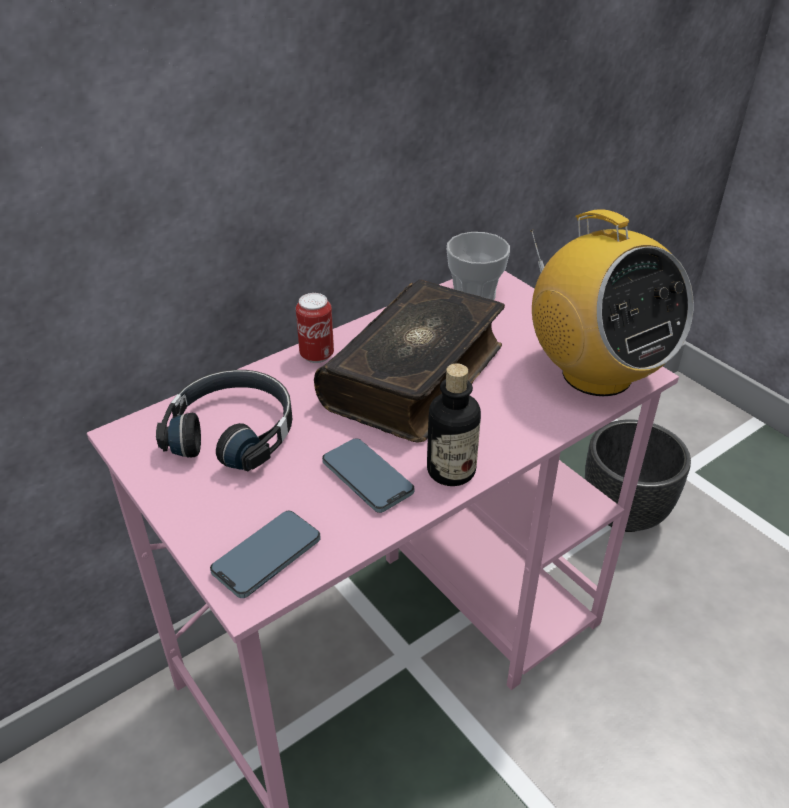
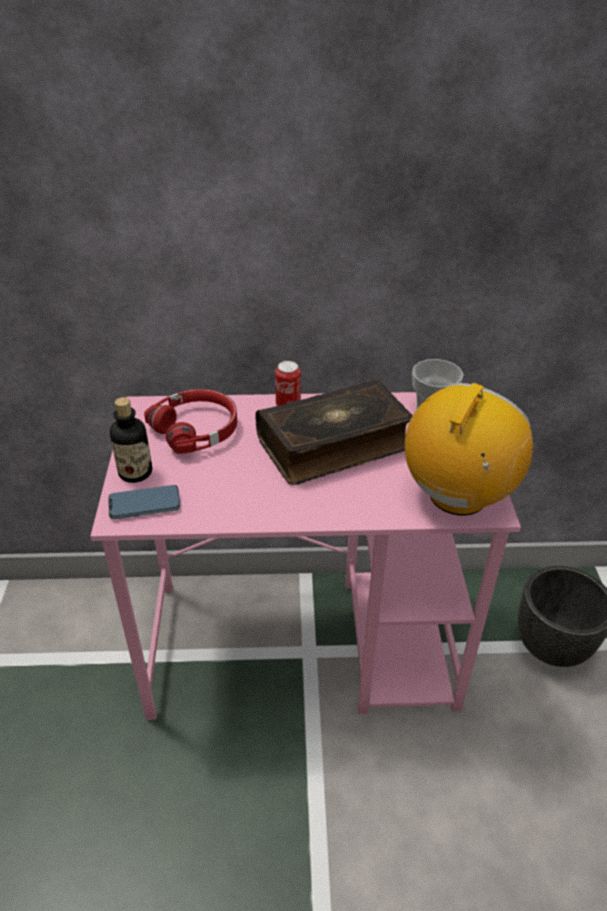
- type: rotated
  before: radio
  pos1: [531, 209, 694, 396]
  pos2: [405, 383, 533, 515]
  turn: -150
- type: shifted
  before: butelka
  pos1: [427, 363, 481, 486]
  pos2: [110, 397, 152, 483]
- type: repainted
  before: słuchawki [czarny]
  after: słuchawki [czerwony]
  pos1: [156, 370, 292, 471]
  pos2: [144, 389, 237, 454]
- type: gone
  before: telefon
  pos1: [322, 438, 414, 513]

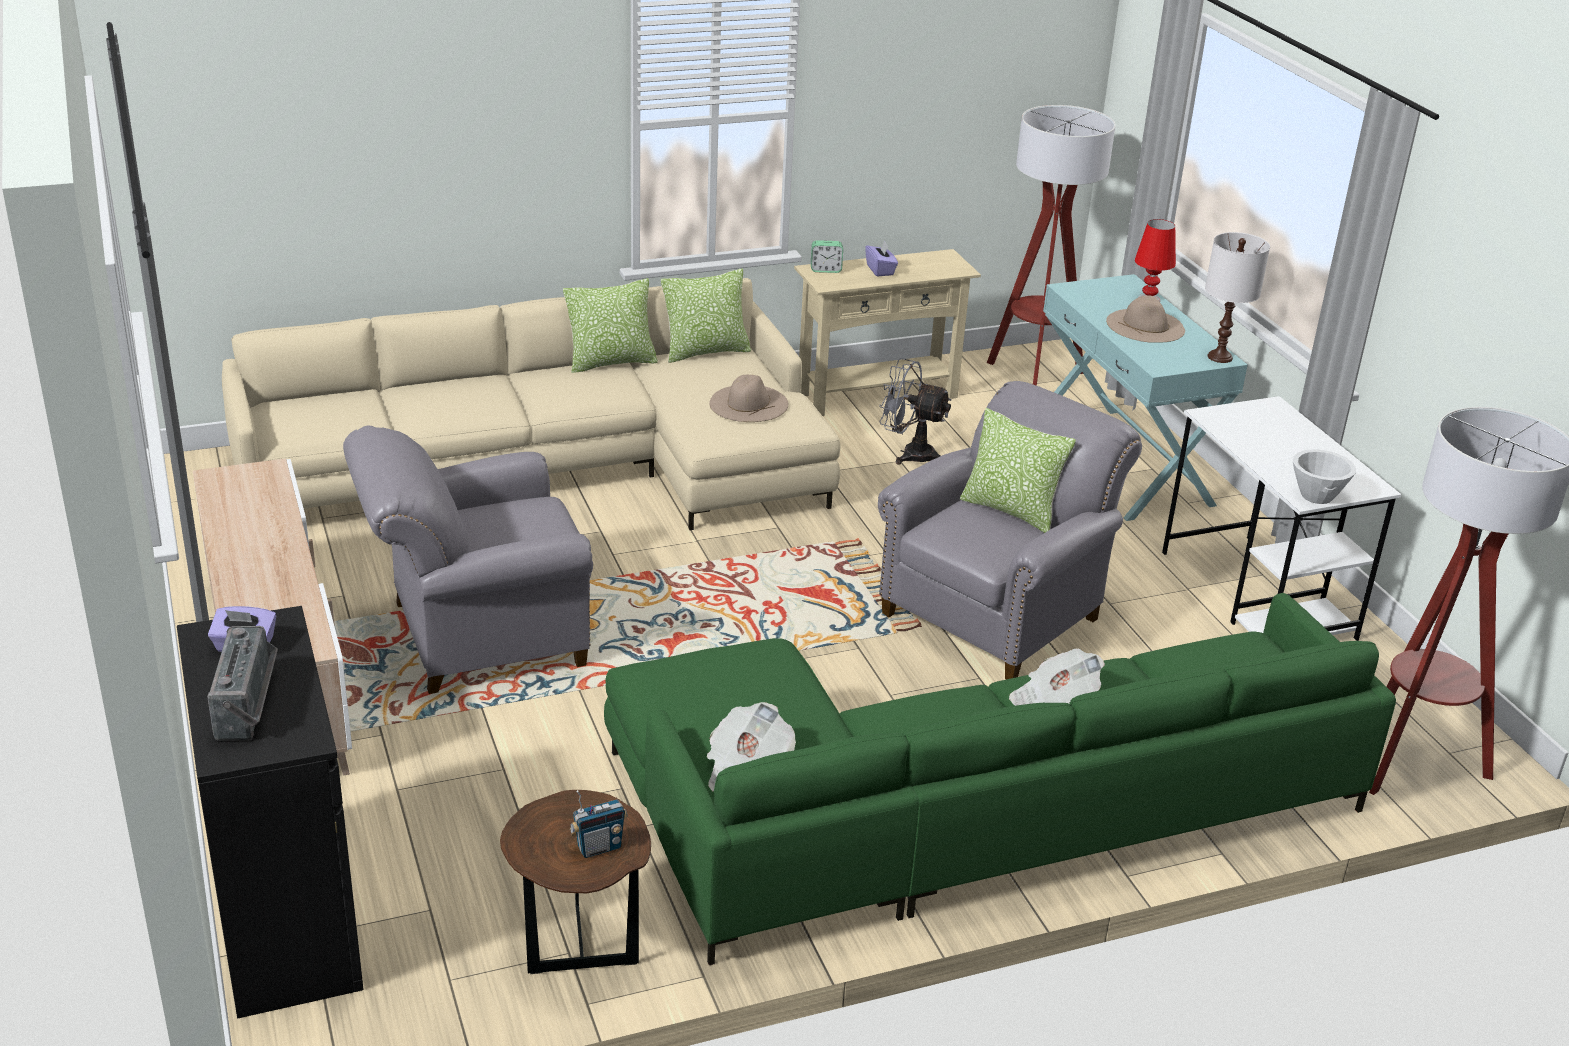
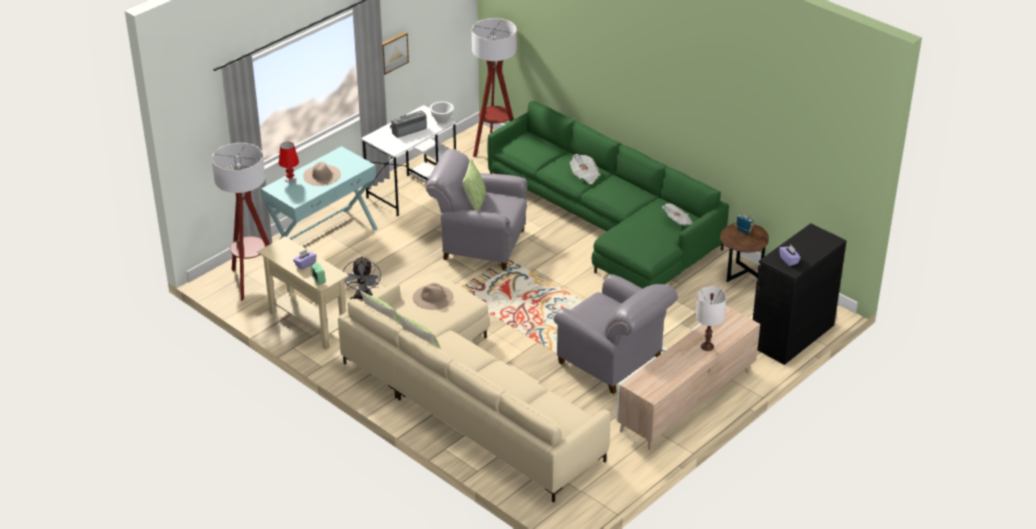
- type: shifted
  before: lampa stołowa [biały]
  pos1: [1205, 232, 1270, 363]
  pos2: [696, 287, 727, 351]
- type: shifted
  before: radio
  pos1: [207, 626, 278, 741]
  pos2: [390, 110, 427, 138]
- type: new
  after: obraz
  pos2: [382, 32, 409, 75]

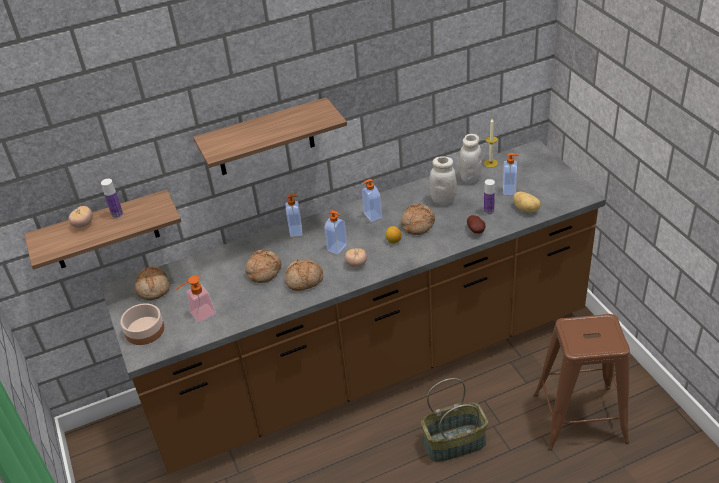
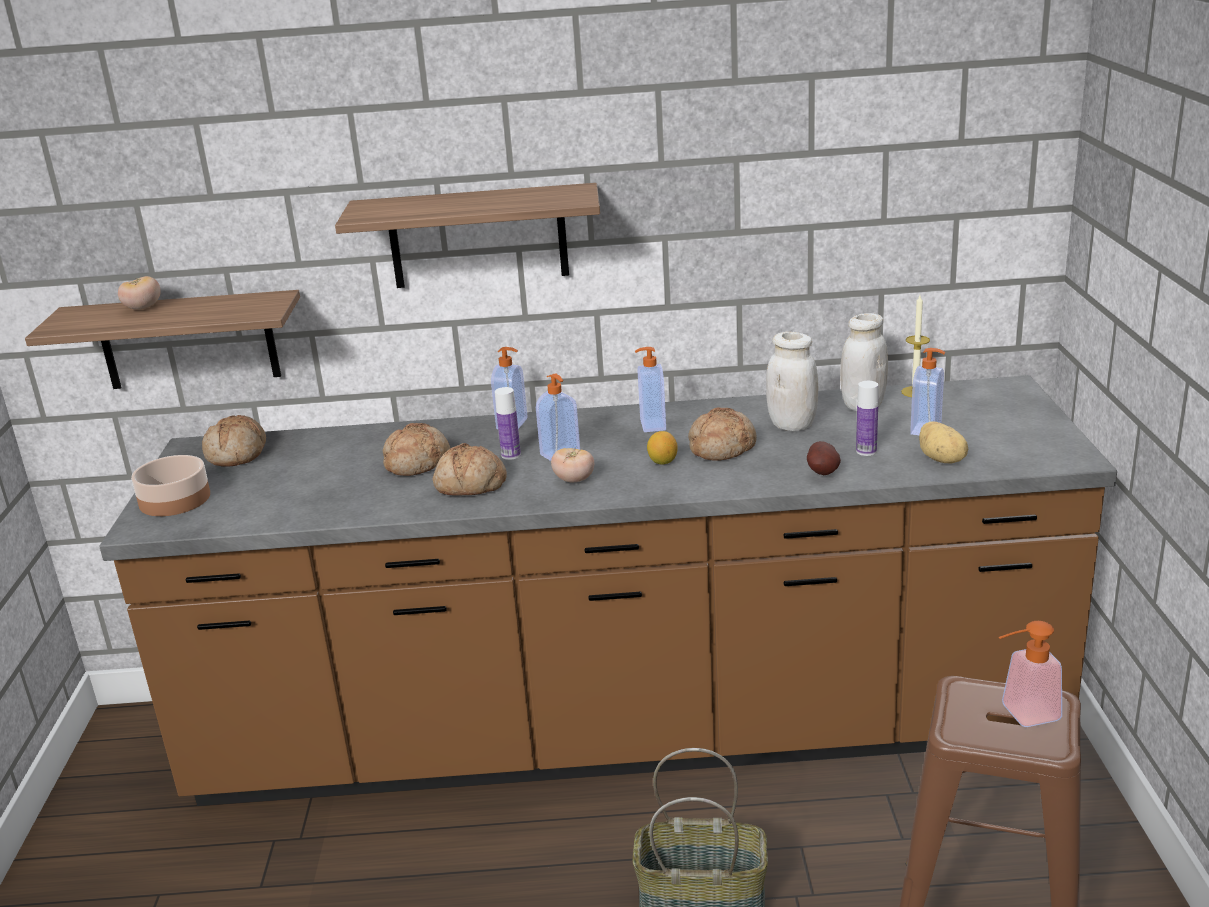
- type: shifted
  before: butelka
  pos1: [101, 179, 123, 218]
  pos2: [495, 387, 521, 460]
- type: shifted
  before: dozownik mydła
  pos1: [175, 275, 216, 322]
  pos2: [999, 621, 1062, 727]

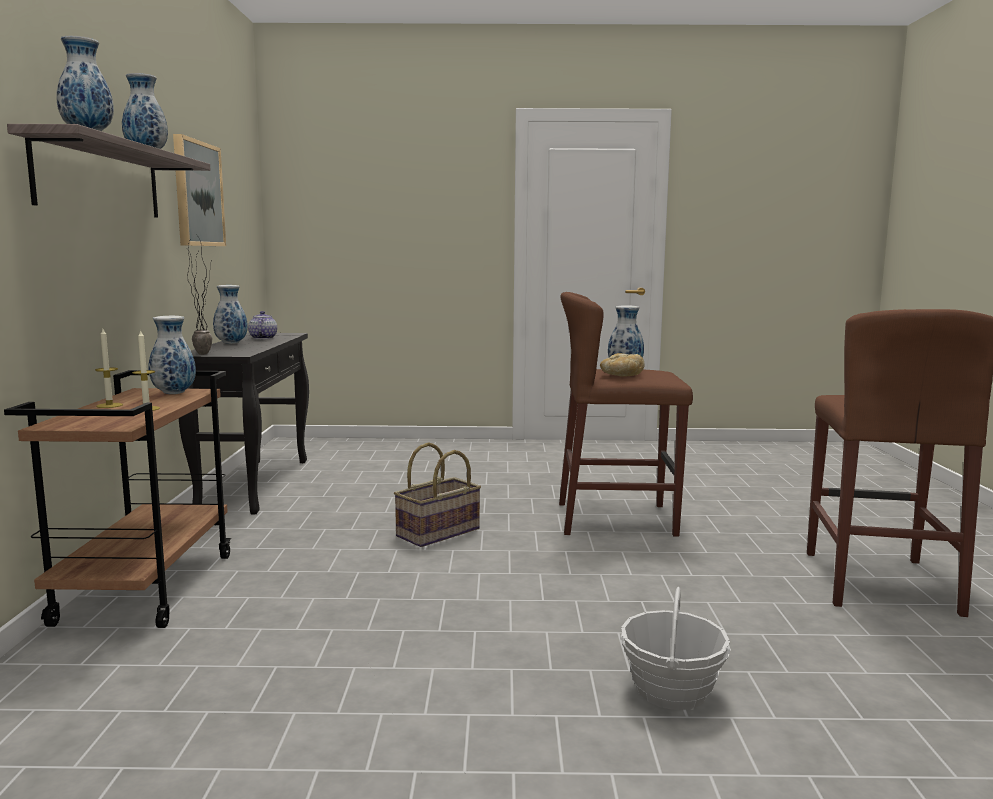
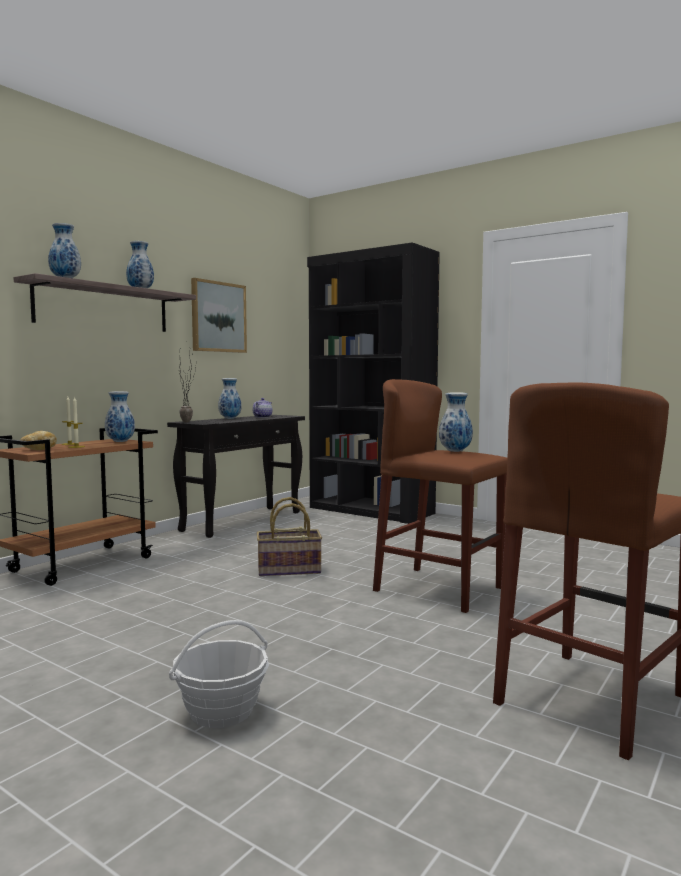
- type: shifted
  before: chleb
  pos1: [600, 353, 645, 377]
  pos2: [20, 431, 57, 450]
- type: new
  after: regał [czarny]
  pos2: [307, 242, 440, 524]

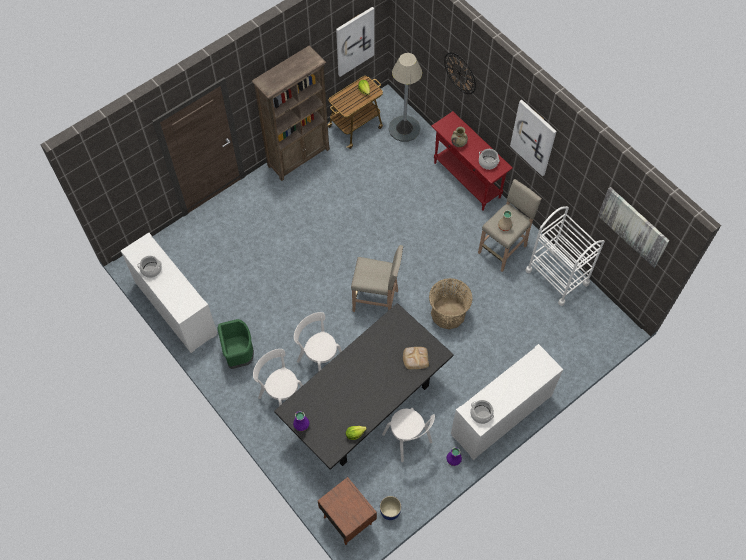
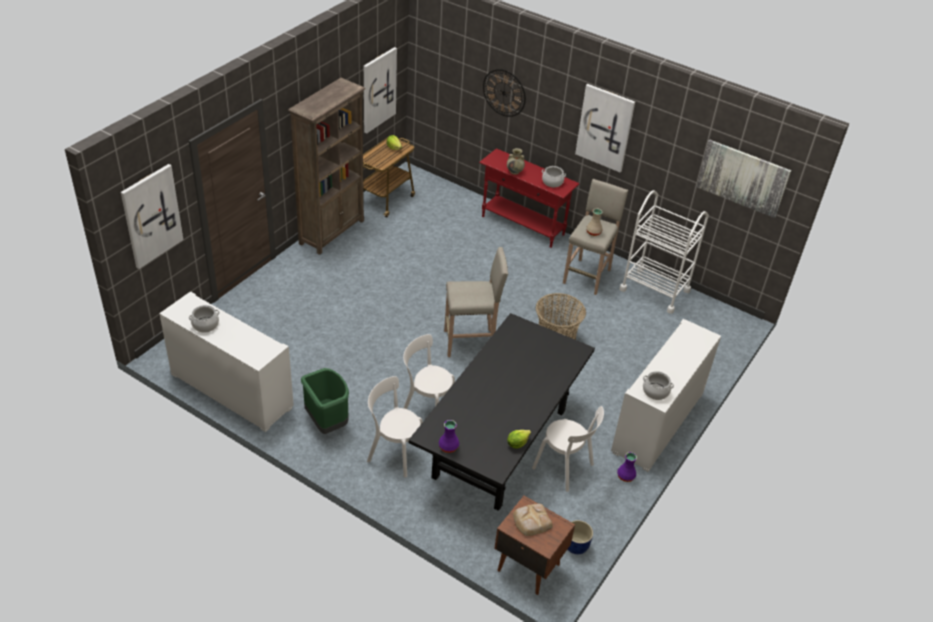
- type: gone
  before: lampa stojąca [szary]
  pos1: [389, 53, 422, 142]
- type: shifted
  before: chleb
  pos1: [403, 347, 429, 369]
  pos2: [513, 503, 553, 536]
- type: new
  after: obraz
  pos2: [121, 164, 184, 269]

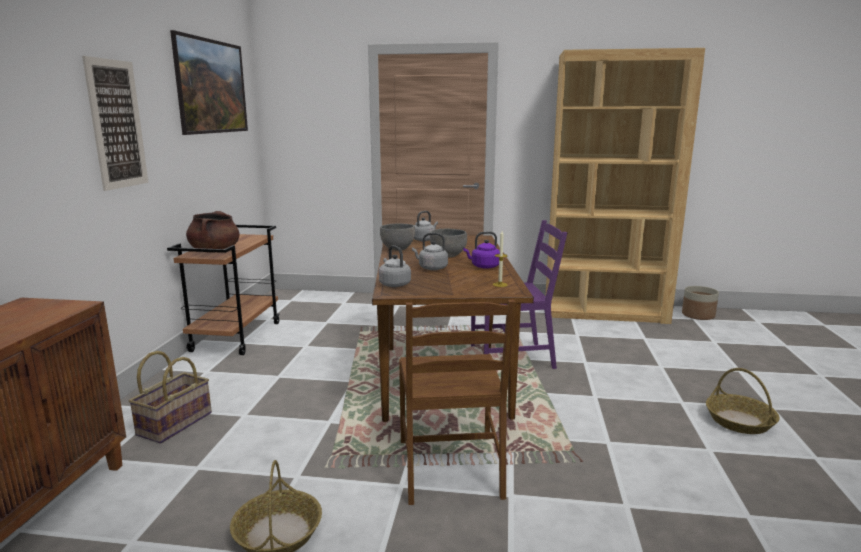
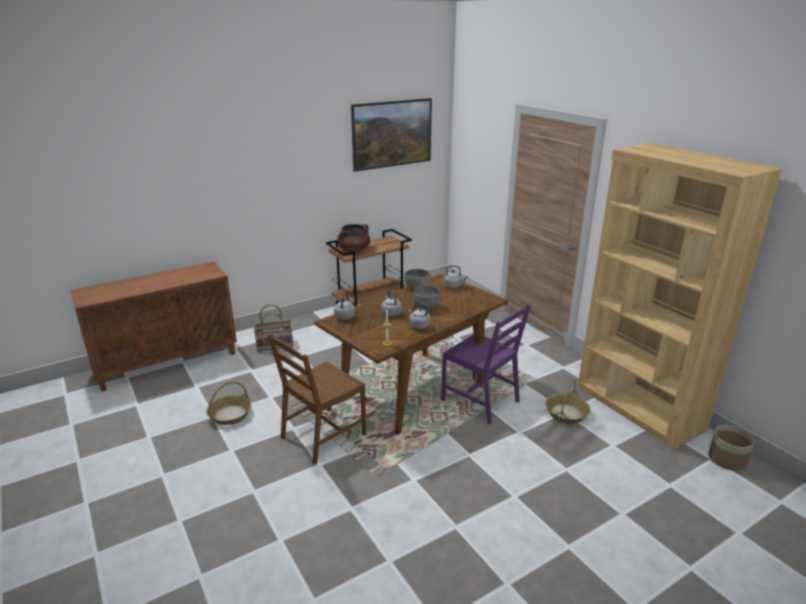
- type: gone
  before: obraz
  pos1: [82, 56, 149, 191]
- type: repainted
  before: czajnik [fioletowy]
  after: czajnik [szary]
  pos1: [463, 231, 500, 269]
  pos2: [408, 301, 431, 329]
- type: shifted
  before: koszyk
  pos1: [706, 368, 779, 434]
  pos2: [545, 380, 590, 424]

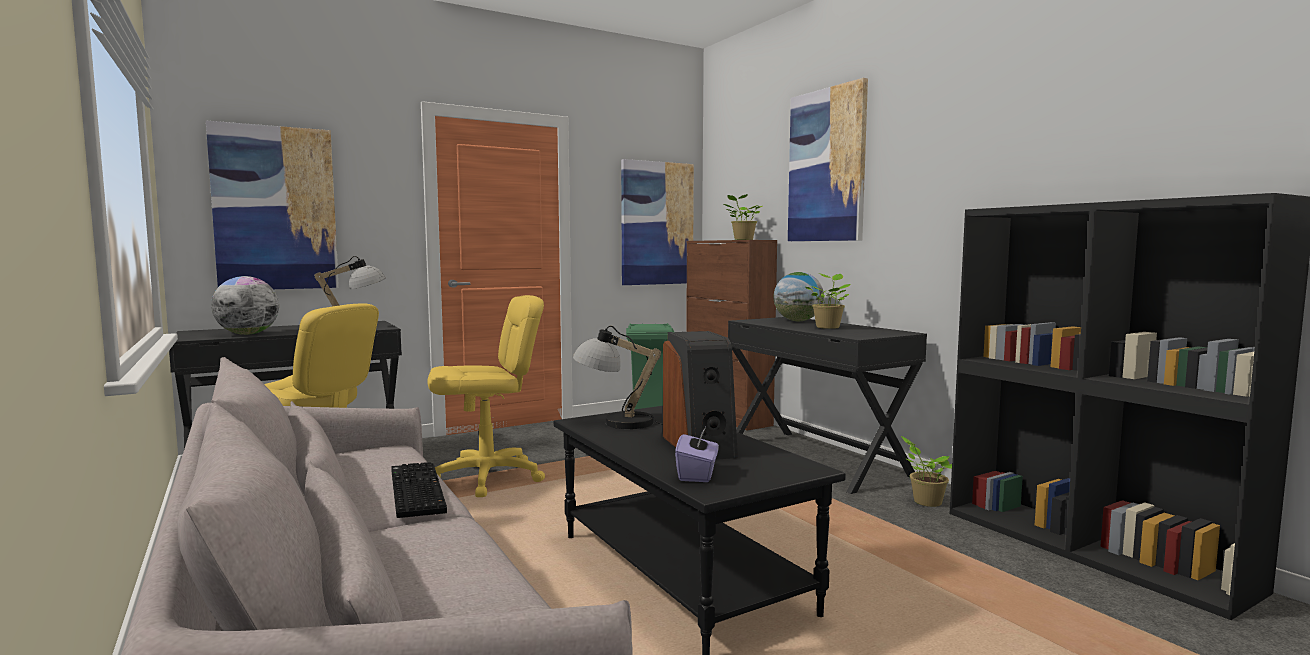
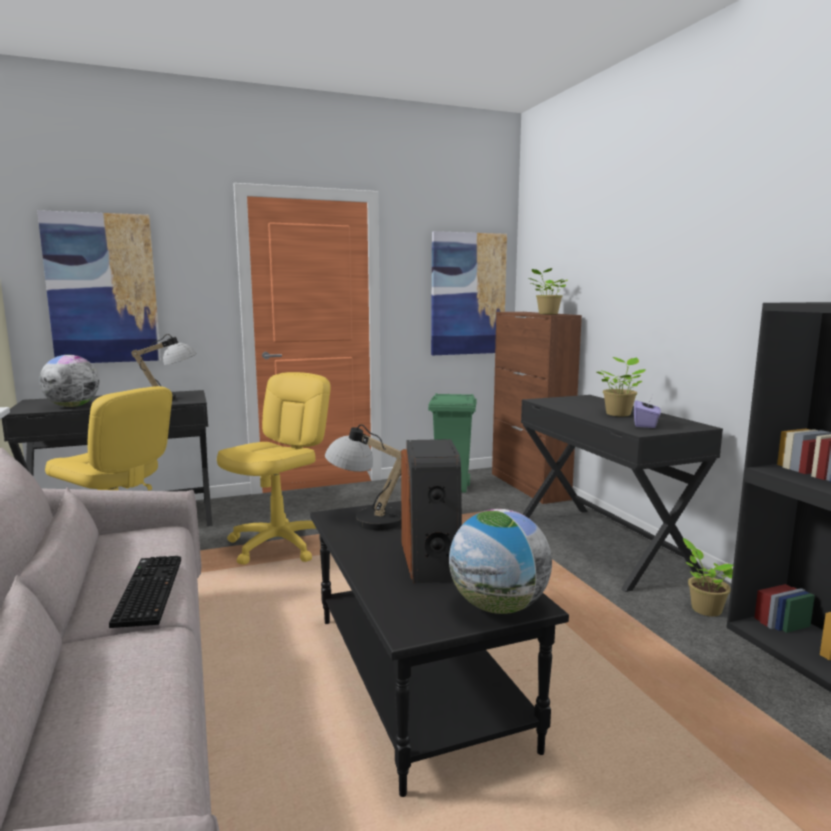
- type: gone
  before: obraz
  pos1: [788, 78, 868, 241]
- type: shifted
  before: globus
  pos1: [774, 272, 824, 321]
  pos2: [449, 509, 552, 614]
- type: rotated
  before: krzesło biurowe [żółty]
  pos1: [427, 295, 545, 497]
  pos2: [217, 372, 331, 565]
  turn: -45
- type: shifted
  before: pudełko chusteczek [fioletowy]
  pos1: [675, 427, 719, 482]
  pos2: [634, 397, 661, 428]

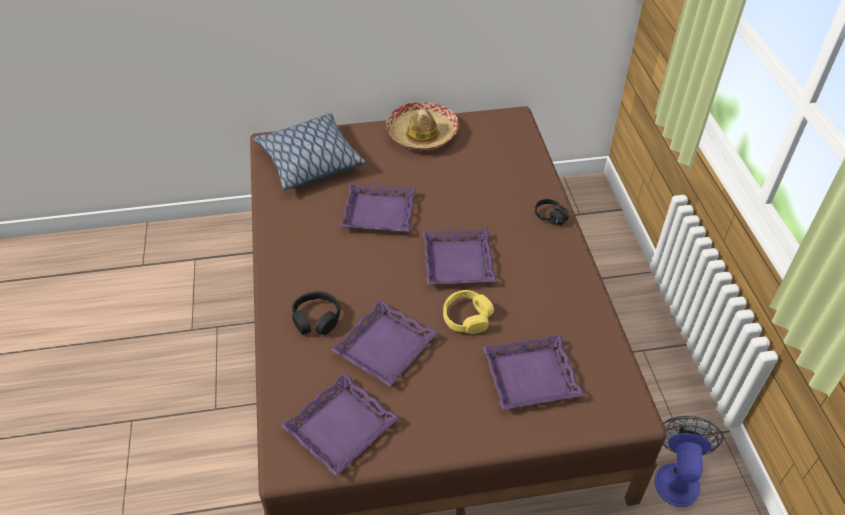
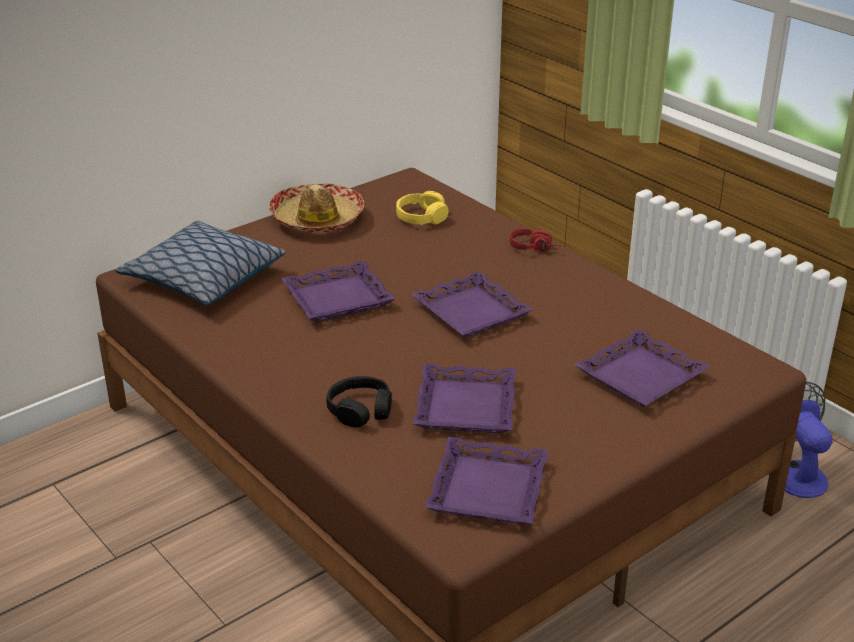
- type: repainted
  before: słuchawki [czarny]
  after: słuchawki [czerwony]
  pos1: [535, 199, 571, 227]
  pos2: [510, 228, 562, 251]
- type: shifted
  before: słuchawki [żółty]
  pos1: [443, 290, 494, 334]
  pos2: [396, 191, 448, 225]

